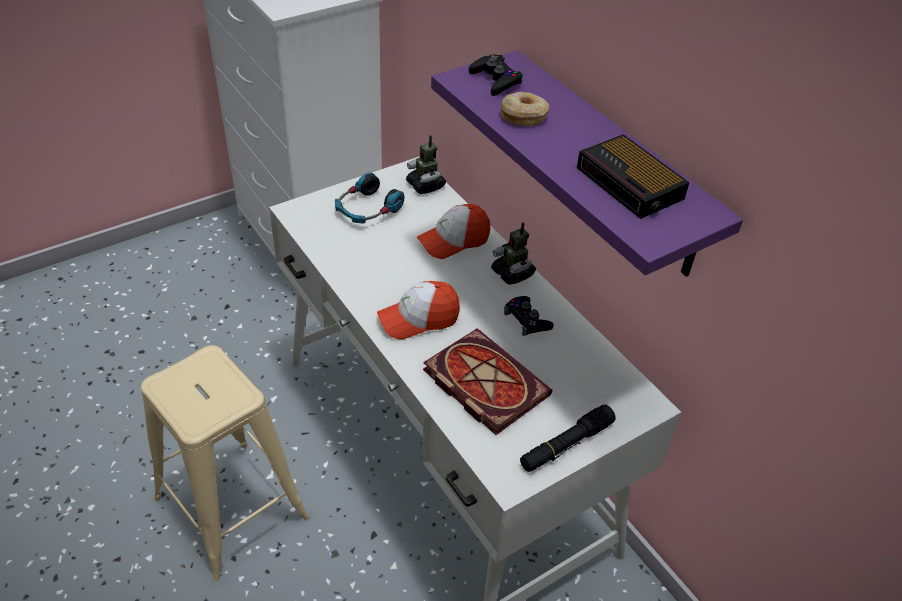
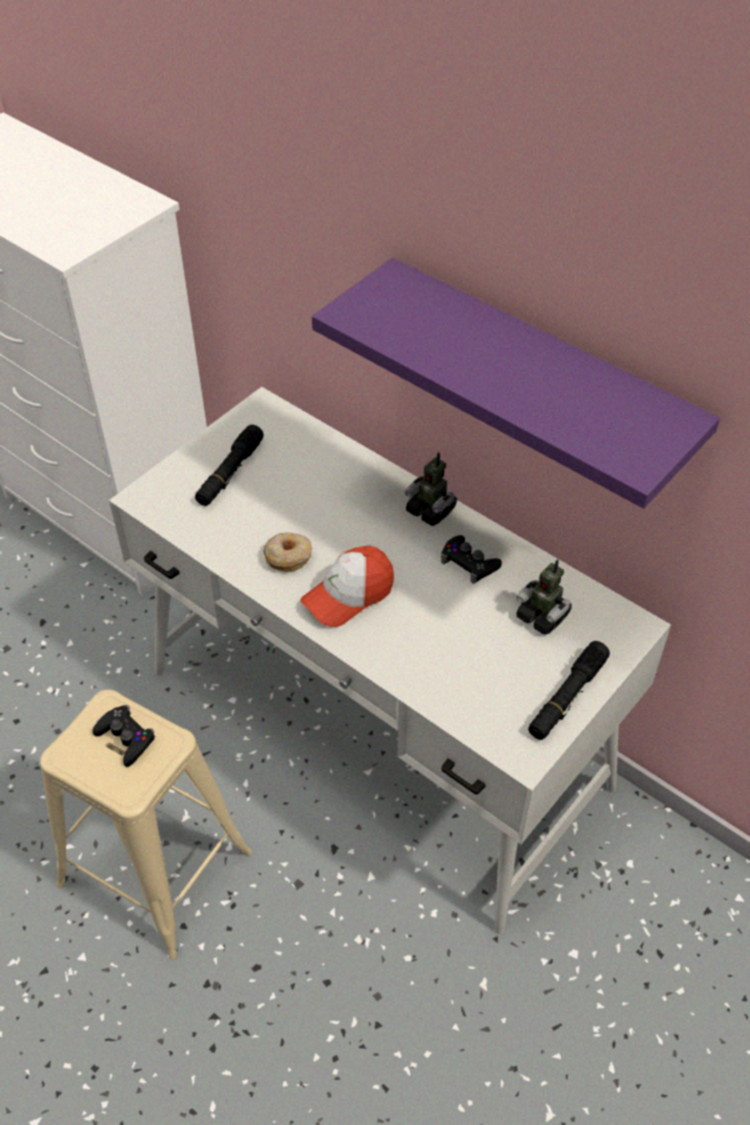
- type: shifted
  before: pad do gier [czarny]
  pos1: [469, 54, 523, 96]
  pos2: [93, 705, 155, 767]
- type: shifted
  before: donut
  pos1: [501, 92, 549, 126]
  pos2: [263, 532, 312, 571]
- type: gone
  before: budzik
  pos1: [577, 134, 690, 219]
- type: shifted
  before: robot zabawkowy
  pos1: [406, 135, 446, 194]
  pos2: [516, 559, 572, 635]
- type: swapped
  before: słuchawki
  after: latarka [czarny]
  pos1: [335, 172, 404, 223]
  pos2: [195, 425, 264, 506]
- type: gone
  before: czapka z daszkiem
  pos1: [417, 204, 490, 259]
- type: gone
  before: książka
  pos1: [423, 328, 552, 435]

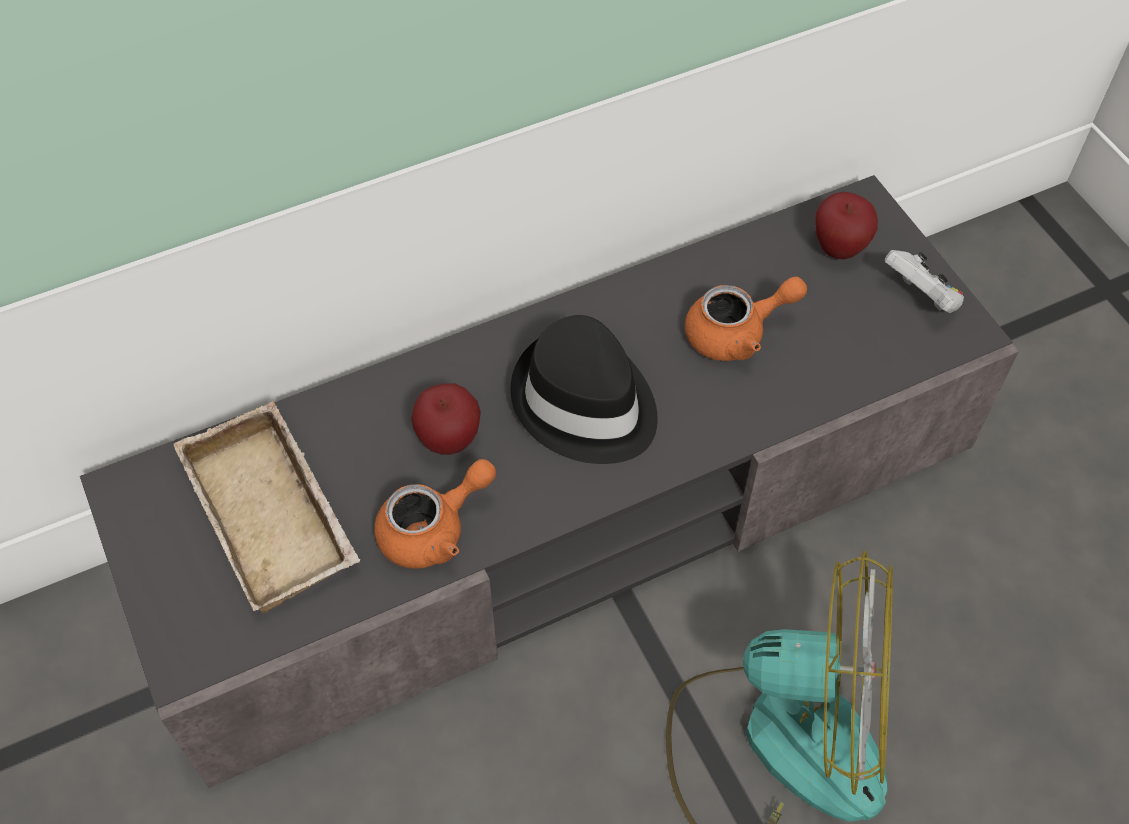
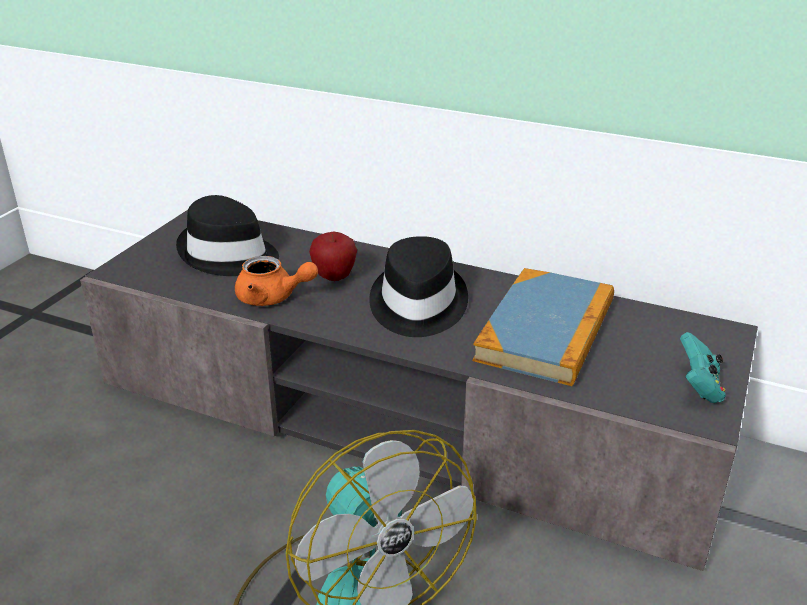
- type: gone
  before: jabłko
  pos1: [815, 192, 878, 259]
- type: repainted
  before: pad do gier [biały]
  after: pad do gier [turkusowy]
  pos1: [884, 250, 964, 313]
  pos2: [680, 332, 726, 403]
- type: swapped
  before: imbryk [pomarańczowy]
  after: książka
  pos1: [685, 276, 807, 361]
  pos2: [473, 268, 614, 386]
- type: swapped
  before: taca [beżowy]
  after: kapelusz [czarny]
  pos1: [173, 401, 360, 613]
  pos2: [176, 195, 279, 276]

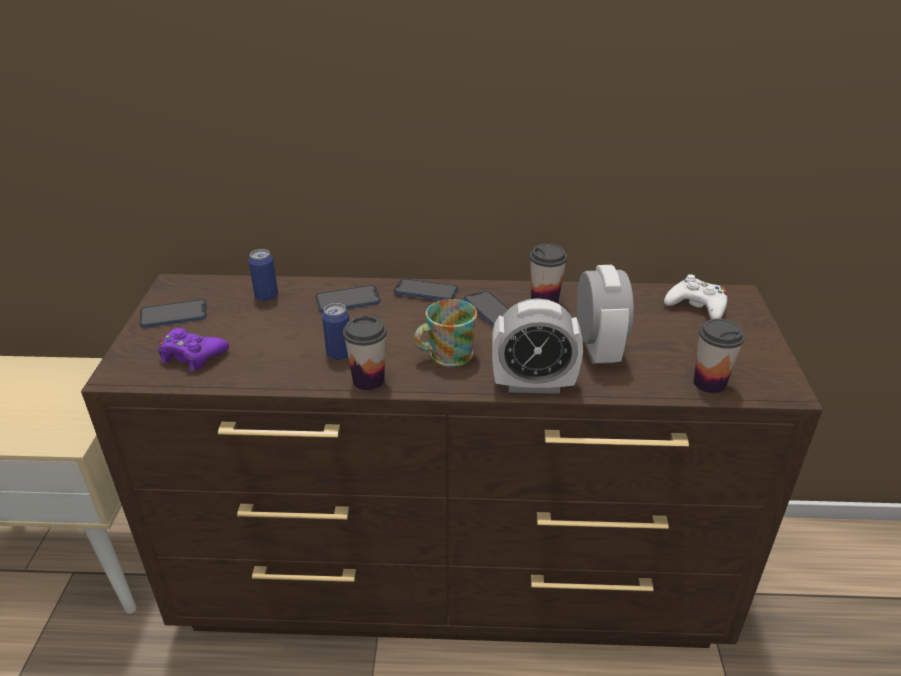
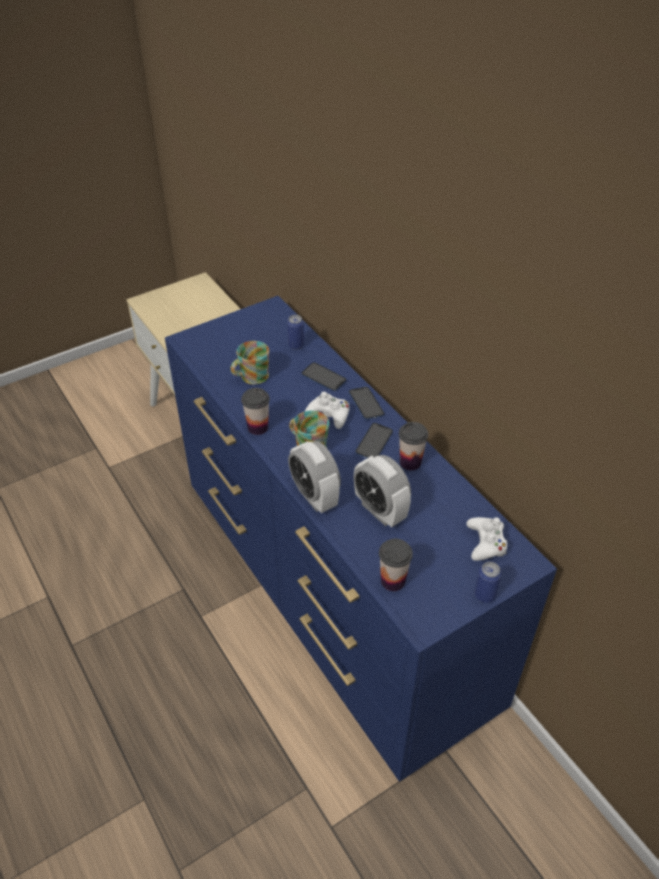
- type: rotated
  before: budzik
  pos1: [577, 265, 634, 364]
  pos2: [353, 455, 411, 527]
  turn: 90
- type: repainted
  before: komoda [brązowy]
  after: komoda [niebieski]
  pos1: [81, 274, 823, 648]
  pos2: [165, 296, 557, 781]
- type: gone
  before: telefon
  pos1: [139, 299, 207, 328]
- type: shifted
  before: puszka
  pos1: [322, 303, 350, 360]
  pos2: [474, 562, 501, 603]
- type: gone
  before: pad do gier [fioletowy]
  pos1: [158, 328, 229, 371]
- type: new
  after: kubek
  pos2: [230, 341, 269, 385]
- type: new
  after: pad do gier [biały]
  pos2: [305, 392, 350, 429]

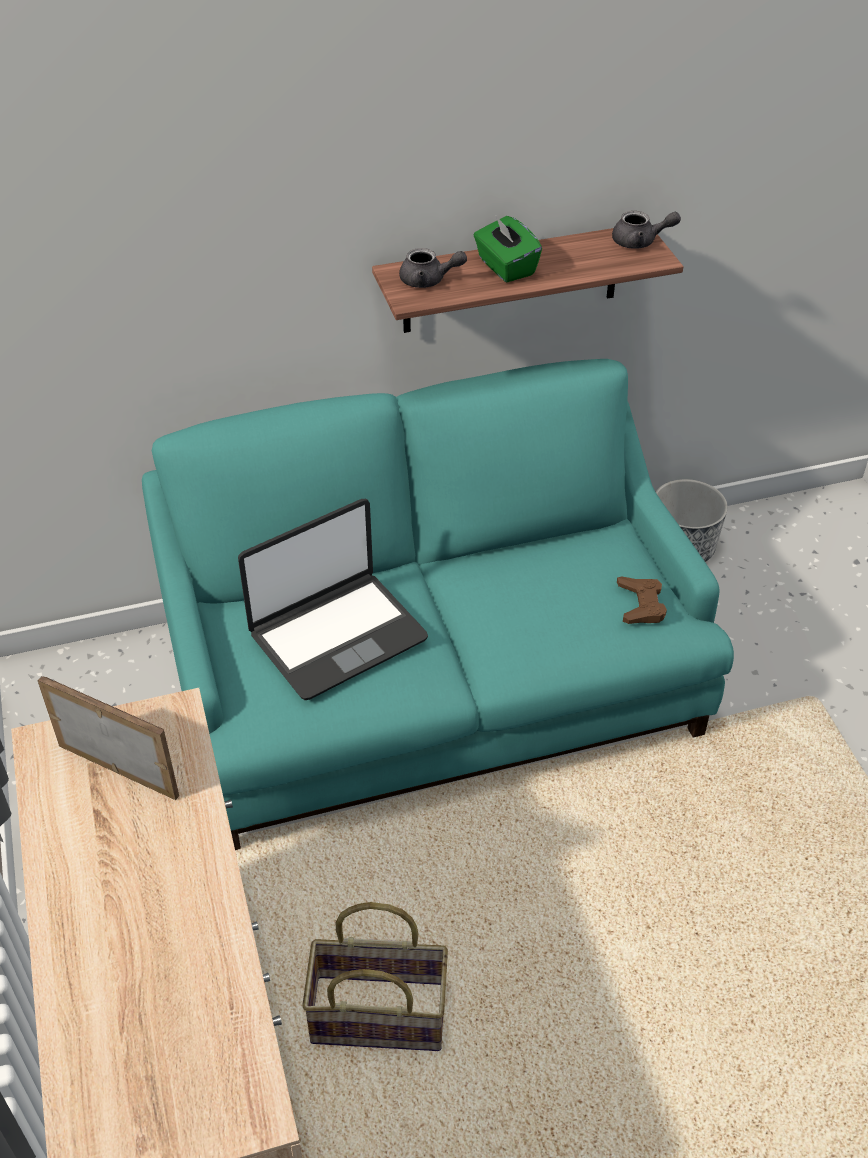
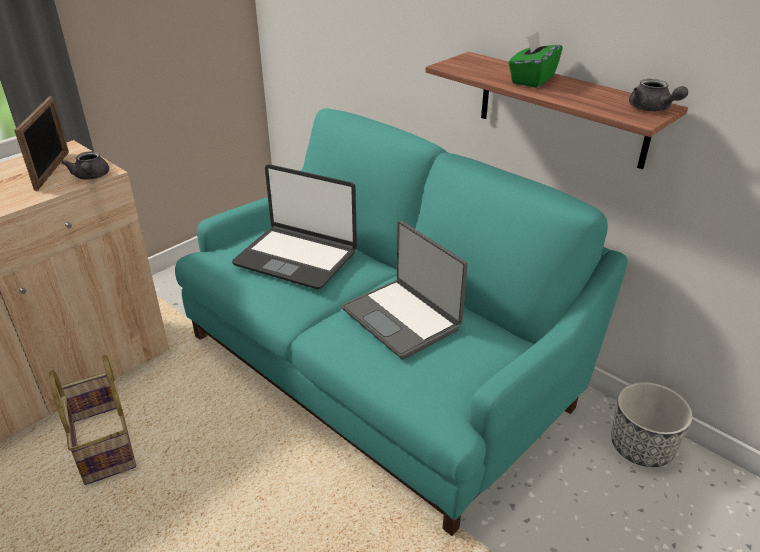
- type: shifted
  before: imbryk [szary]
  pos1: [399, 248, 467, 288]
  pos2: [61, 151, 109, 180]
- type: gone
  before: pad do gier [brązowy]
  pos1: [617, 577, 667, 624]
- type: new
  after: laptop
  pos2: [341, 221, 468, 360]

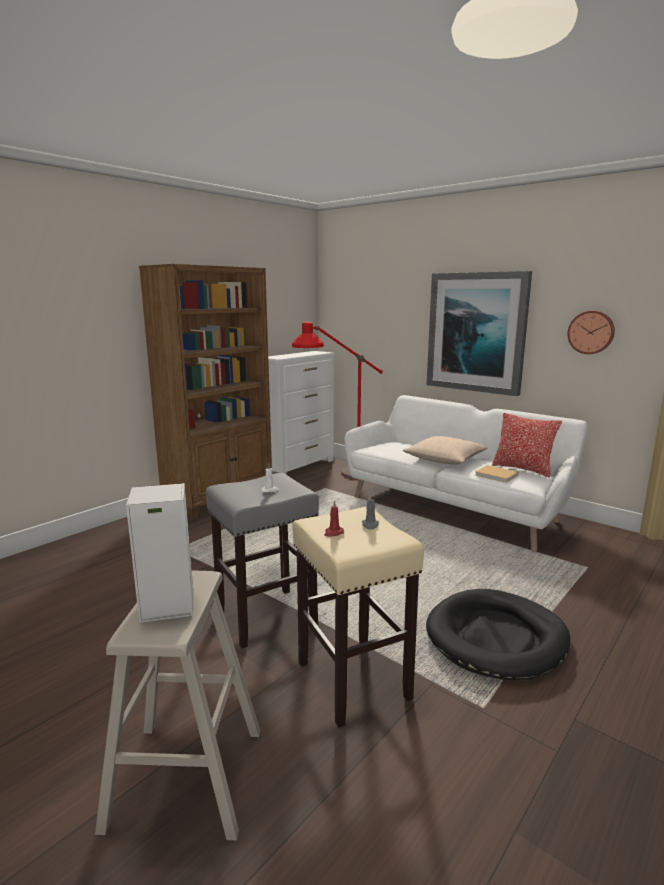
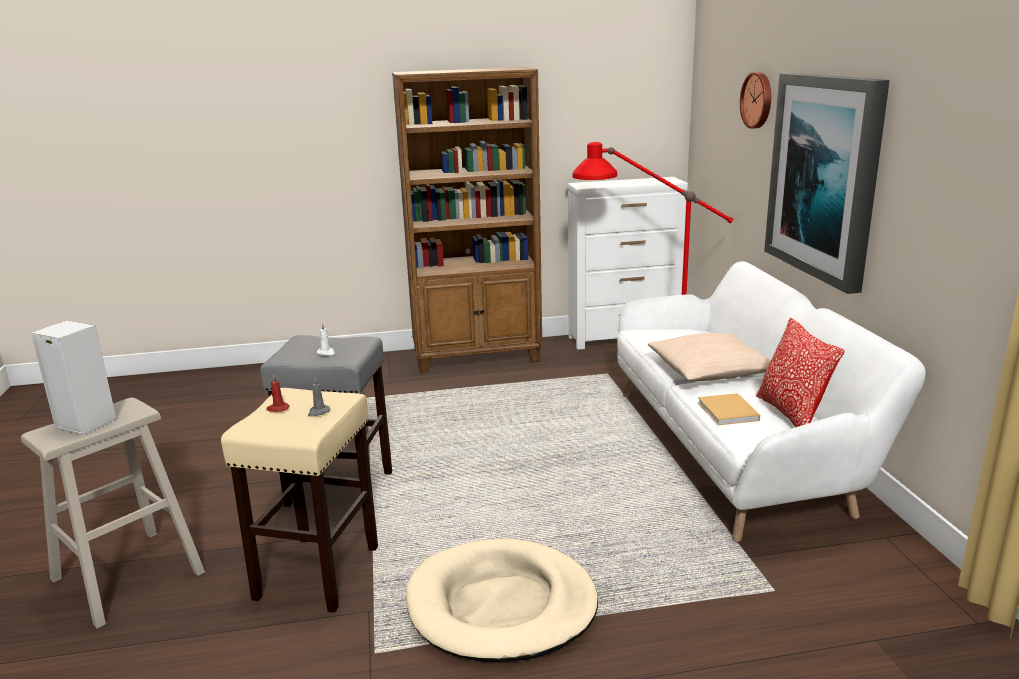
- type: shifted
  before: zegar ścienny
  pos1: [567, 311, 615, 354]
  pos2: [740, 72, 771, 129]
- type: repainted
  before: legowisko [czarny]
  after: legowisko [beżowy]
  pos1: [426, 589, 570, 680]
  pos2: [406, 539, 598, 662]

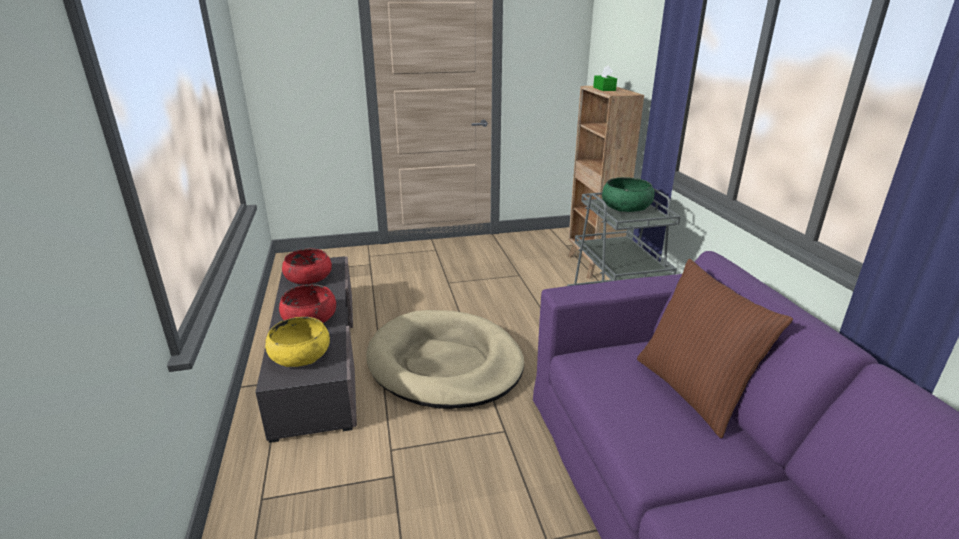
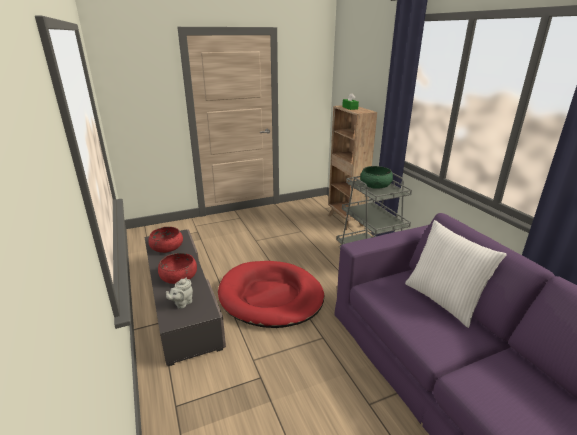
- type: repainted
  before: poduszka [brązowy]
  after: poduszka [biały]
  pos1: [637, 259, 793, 438]
  pos2: [405, 220, 507, 328]
- type: repainted
  before: legowisko [beżowy]
  after: legowisko [czerwony]
  pos1: [366, 310, 524, 409]
  pos2: [218, 261, 324, 328]
- type: swapped
  before: miska [żółty]
  after: imbryk [szary]
  pos1: [265, 317, 330, 367]
  pos2: [166, 277, 193, 309]

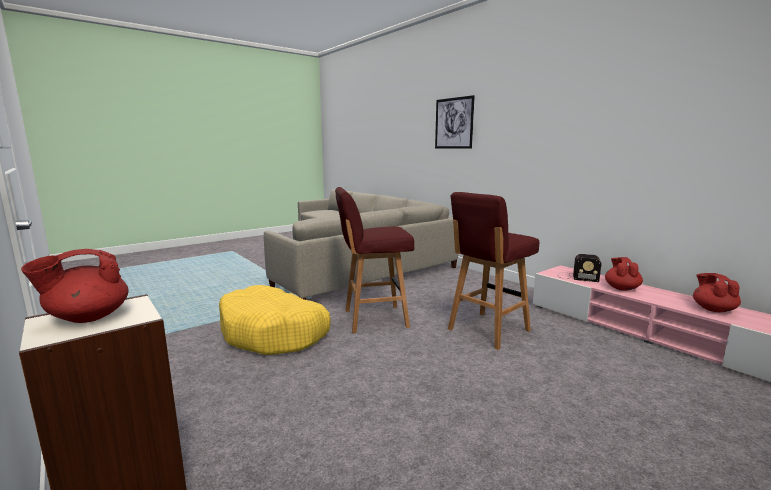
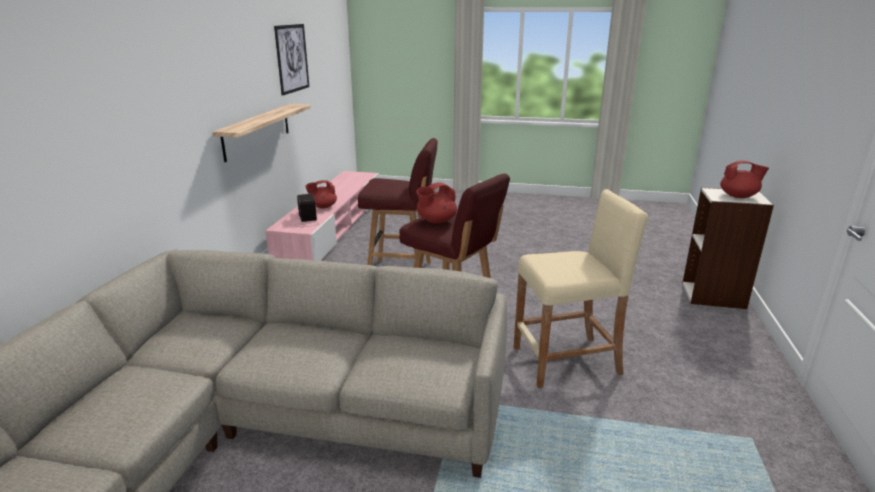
- type: shifted
  before: obraz
  pos1: [435, 95, 475, 149]
  pos2: [274, 24, 309, 96]
- type: shifted
  before: imbryk [czerwony]
  pos1: [693, 273, 741, 312]
  pos2: [416, 182, 457, 224]
- type: swapped
  before: legowisko [żółty]
  after: stołek [beżowy]
  pos1: [219, 285, 331, 355]
  pos2: [514, 189, 648, 388]
- type: new
  after: półka
  pos2: [212, 104, 311, 162]

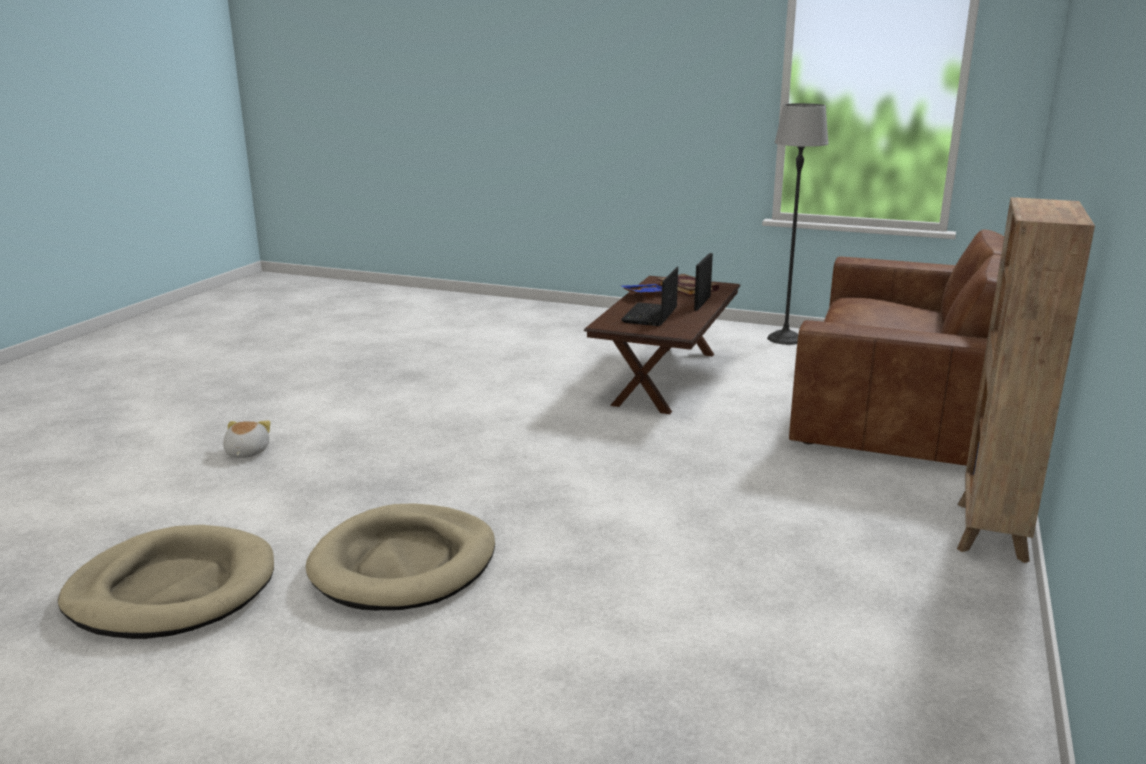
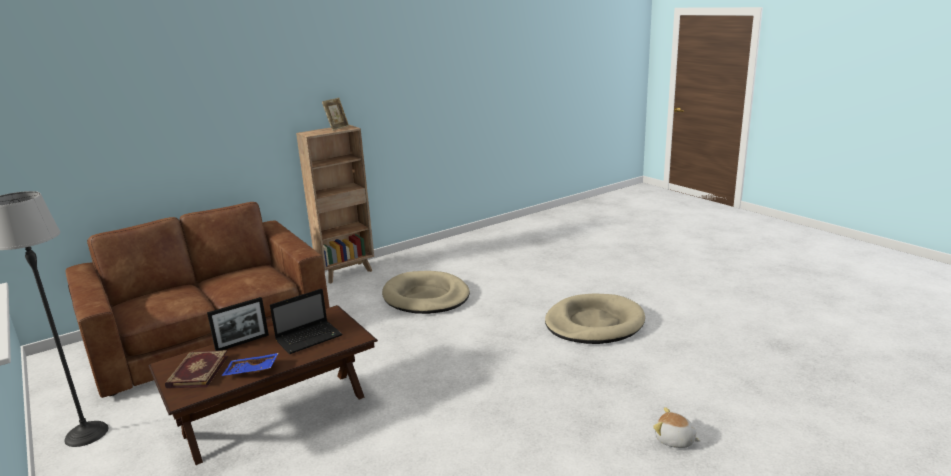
- type: rotated
  before: pluszak
  pos1: [223, 421, 271, 458]
  pos2: [653, 407, 701, 448]
  turn: 90
- type: shifted
  before: legowisko [beżowy]
  pos1: [58, 525, 274, 639]
  pos2: [382, 271, 470, 314]
- type: new
  after: ramka na zdjęcie
  pos2: [322, 98, 349, 131]

